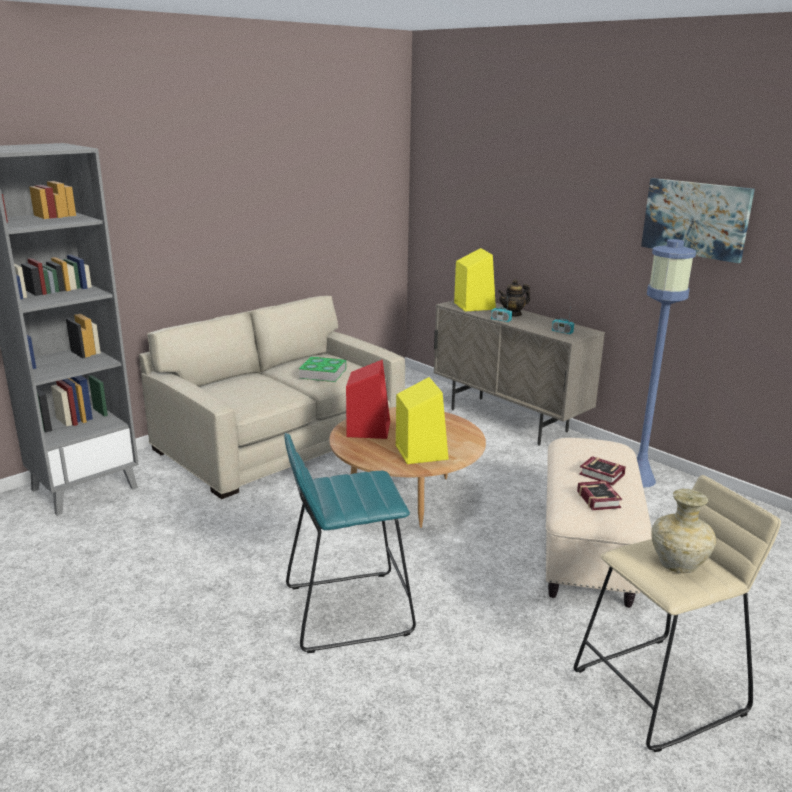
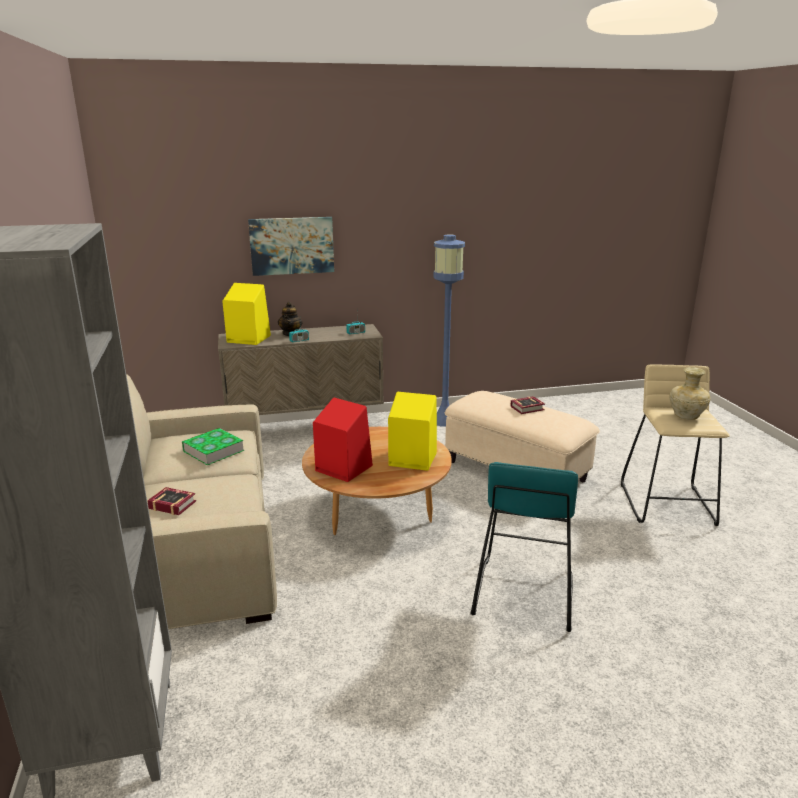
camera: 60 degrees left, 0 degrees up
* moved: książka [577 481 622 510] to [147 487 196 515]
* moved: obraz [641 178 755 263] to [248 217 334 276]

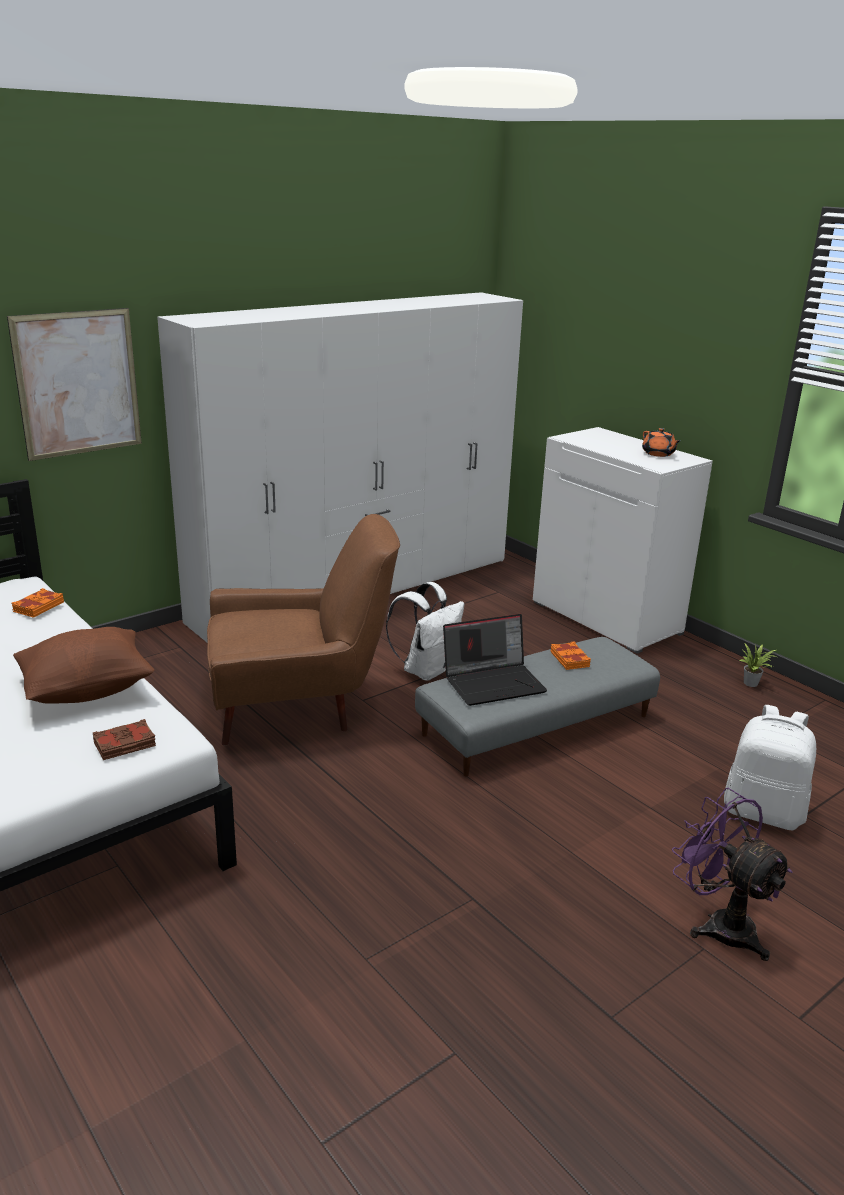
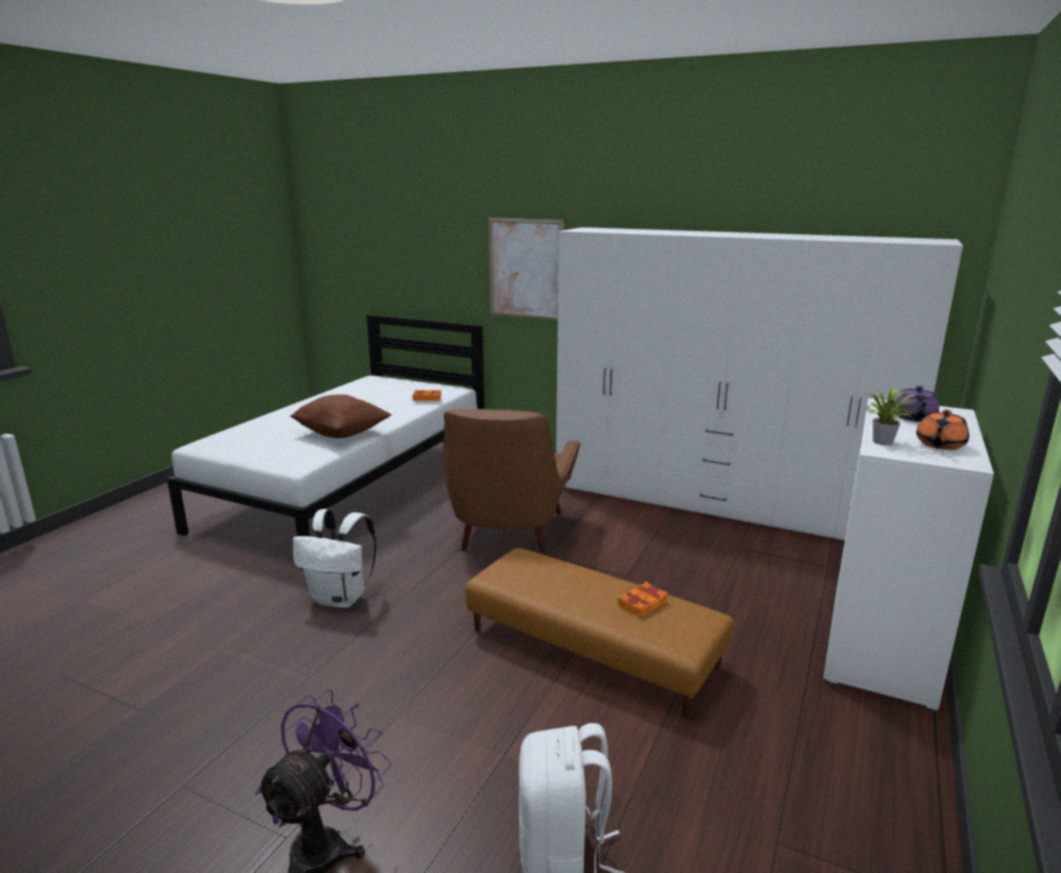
camera: 65 degrees right, 5 degrees down
* removed: książka/brązowy [92 719 156 760]
* removed: laptop [443 614 547 706]
* added: imbryk/fioletowy [892 386 939 422]
* moved: plecak/biały [386 582 464 681] to [293 509 377 608]
* moved: roślina doniczkowa [739 643 776 687] to [868 386 918 445]
* recoloured: pufa/szary [415 637 660 776] to pufa/brązowy [466 548 734 718]
* turned: fotel/brązowy [207 514 400 746] = [443 409 581 555] 45 degrees clockwise

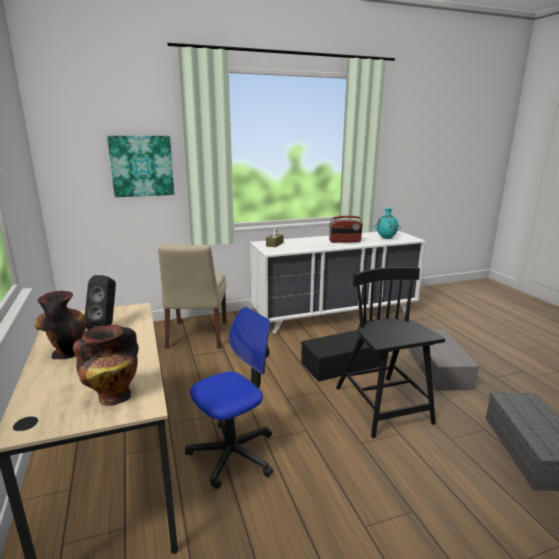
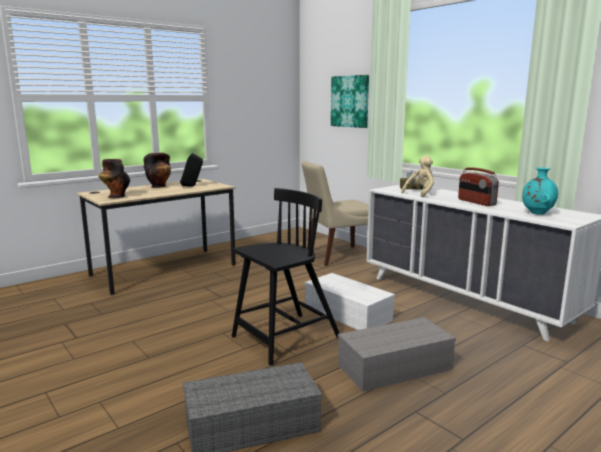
camera: 70 degrees right, 5 degrees down
* removed: krzesło biurowe [185 307 273 489]
* added: pluszak/beżowy [401 156 434 197]
* recoloured: pojemnik do przechowywania/czarny [301 330 381 382] to pojemnik do przechowywania/biały [304 273 395 330]

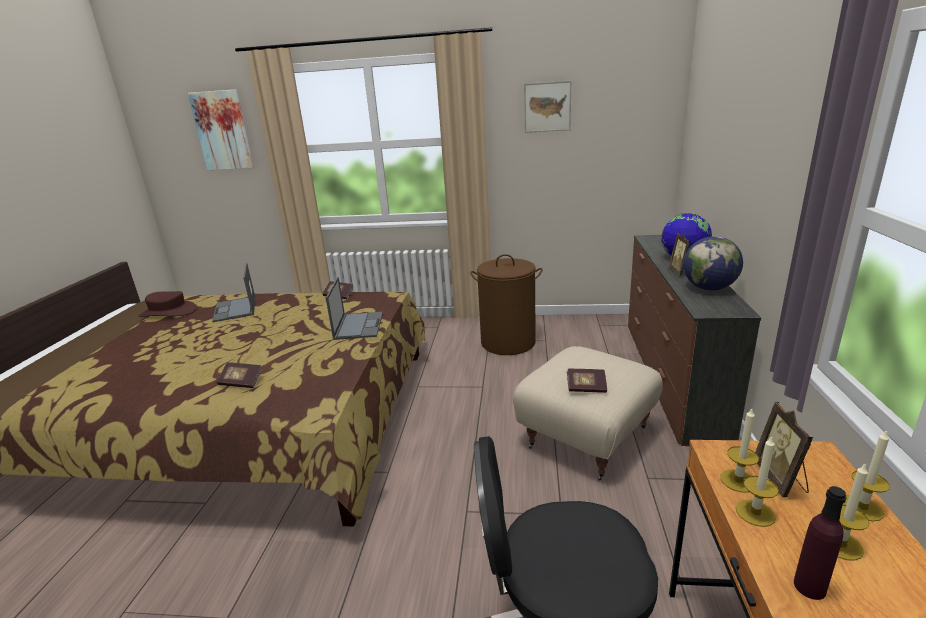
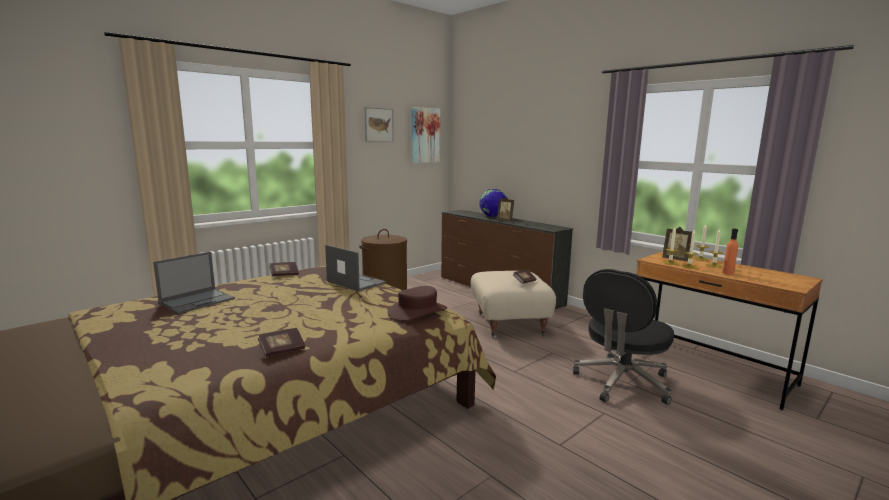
camera: 50 degrees left, 10 degrees down
* removed: globus [683 236 743 291]
* moved: kapelusz/brązowy [139 291 197 317] to [388 286 447 321]
* moved: obraz [188 89 254 170] to [411 107 440 163]
* moved: książka [217 362 262 388] to [258 328 305 357]
* recoloured: butelka/fioletowy [794 486 847 600] to butelka/pomarańczowy [722 229 738 275]
* turned: laptop [212 263 255 322] = [153 252 235 314] 75 degrees counterclockwise

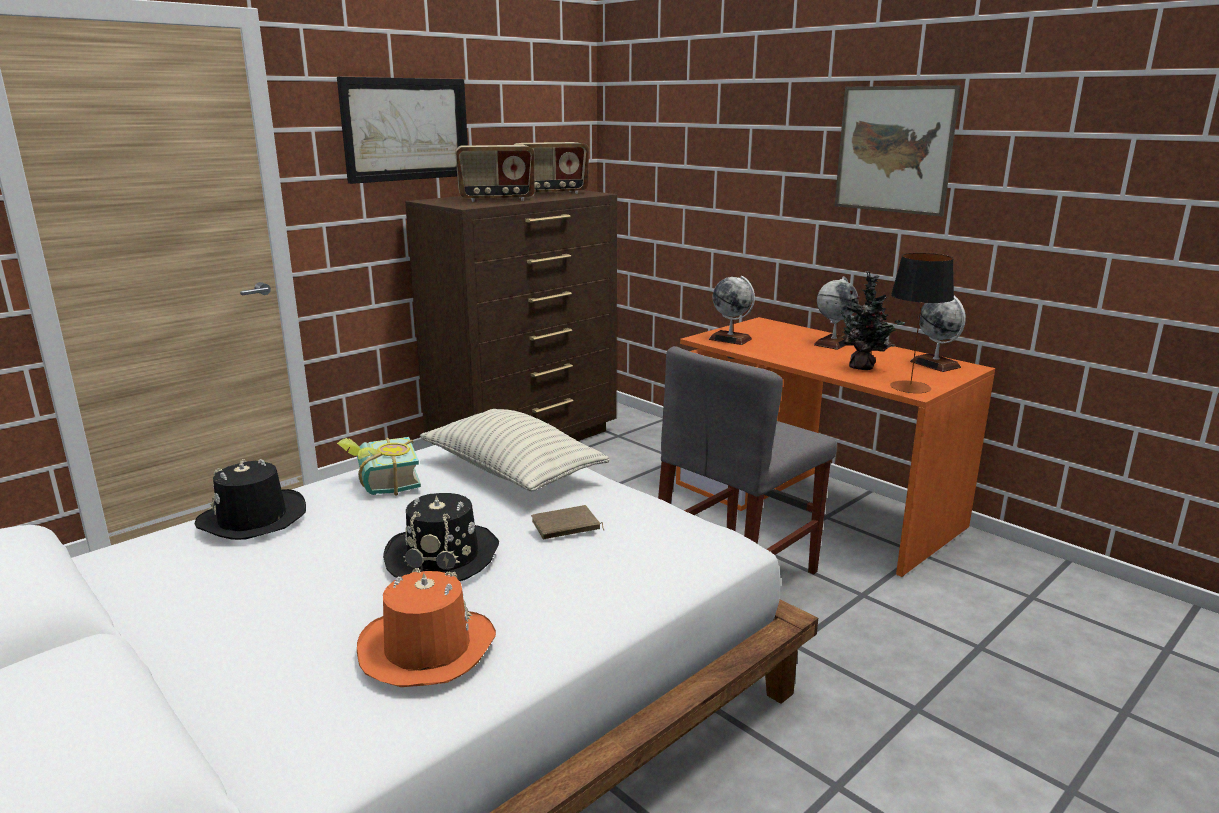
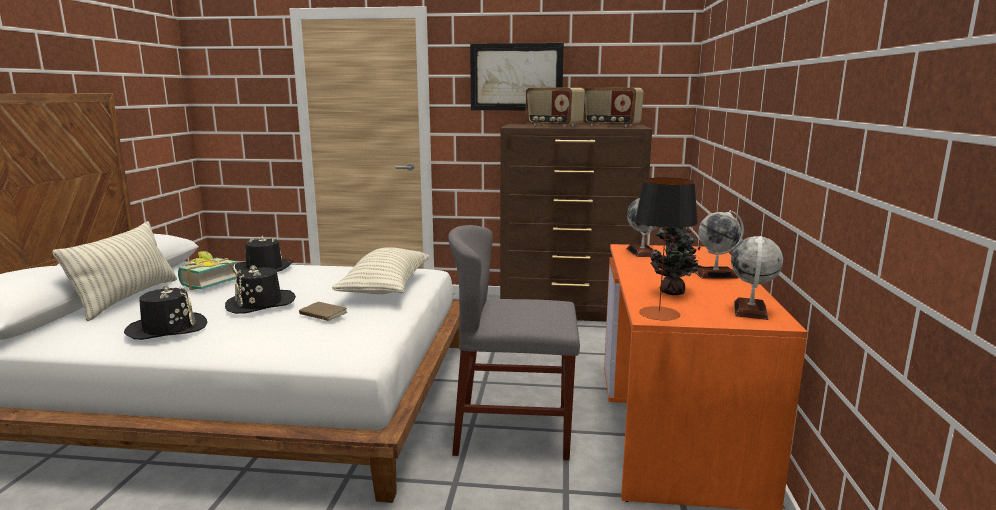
camera: 50 degrees right, 5 degrees down
* removed: obraz [835 85 961 216]
* added: poduszka [52 221 177 321]
* moved: książka [337 437 421 496] to [178 251 236 290]
* recoloured: kapelusz/pomarańczowy [357 568 496 687] to kapelusz/czarny [124 285 208 340]

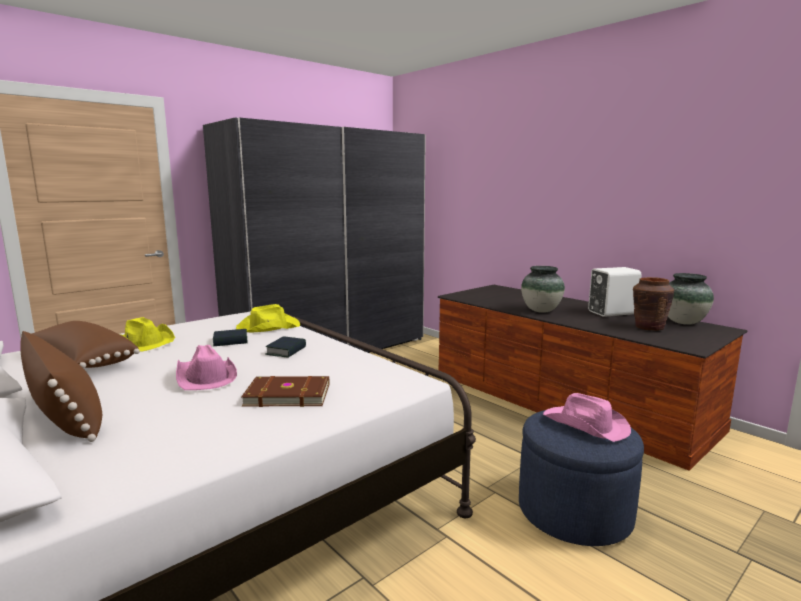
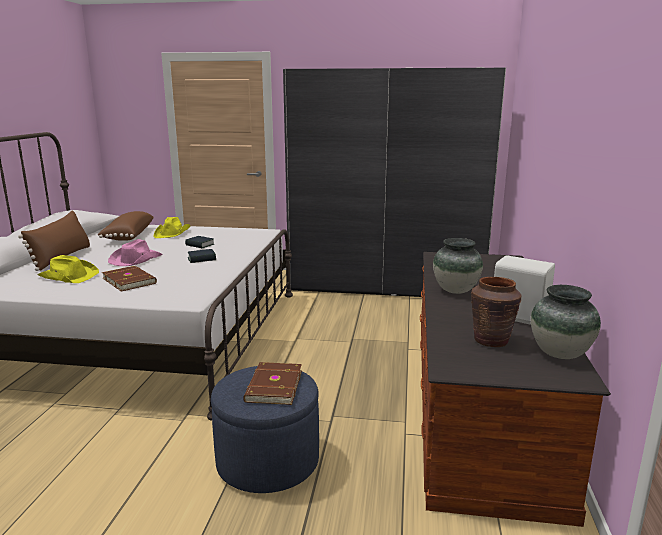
camera: 50 degrees right, 5 degrees up
* moved: kapelusz/żółty [236 304 300 332] to [37 255 99 283]
* replaced: kapelusz/różowy [543 393 631 442] to książka/brązowy [243 362 302 405]

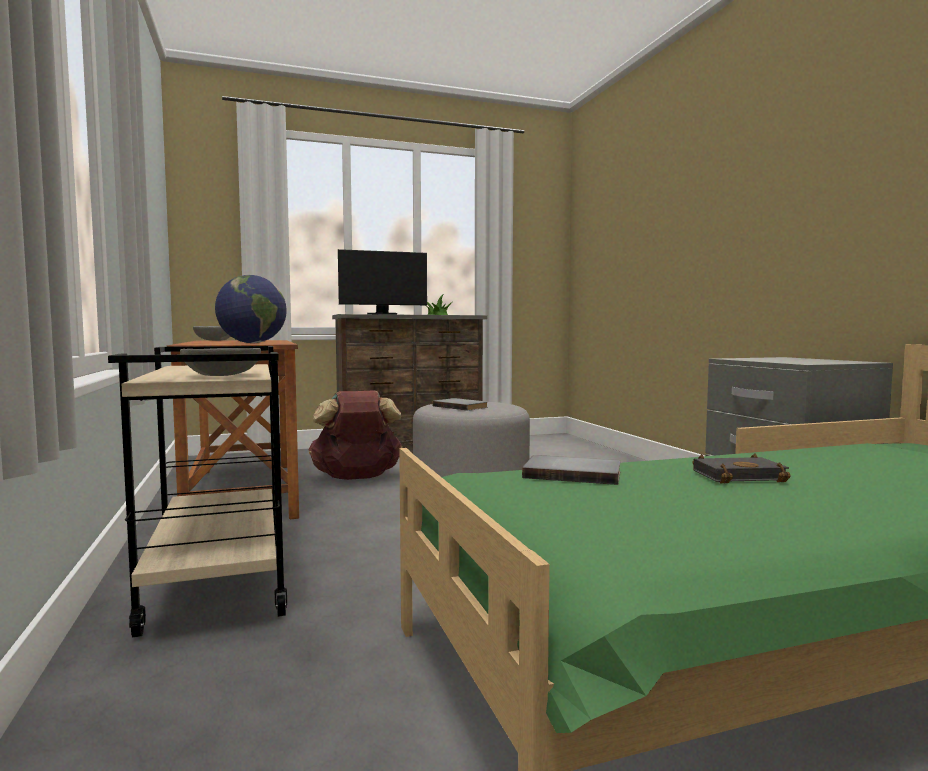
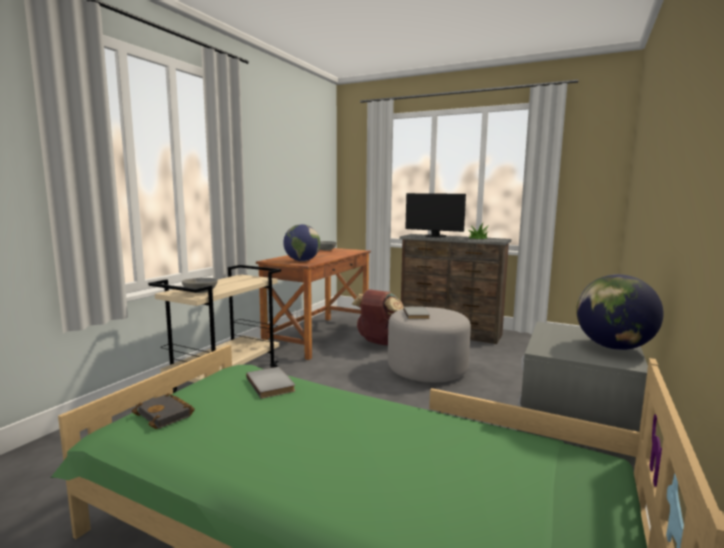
camera: 45 degrees right, 5 degrees up
* added: globus [576 274 663 350]
* moved: książka/czarny [693 453 791 483] to [132 393 195 429]

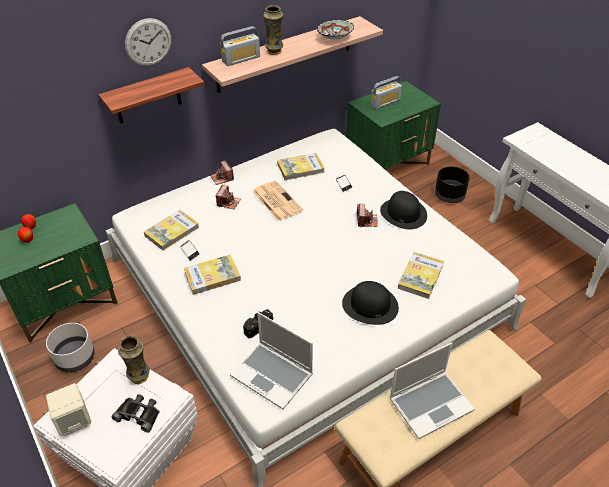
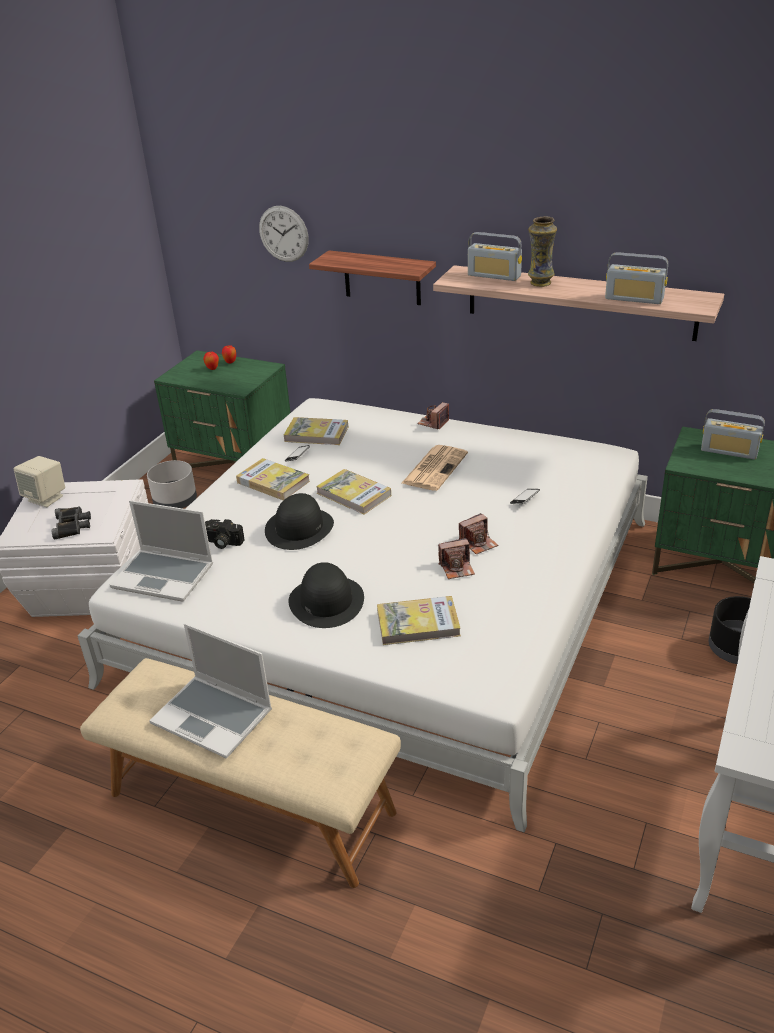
camera: 60 degrees right, 10 degrees down
* removed: wazon [118 335 150 384]
* moved: zegar ścienny [125 18 172 66] to [259 206 309 262]
* moved: aparat fotograficzny [216 185 241 209] to [438 538 475 579]
* moved: książka [277 153 325 180] to [316 469 391 514]
* moved: kapelusz/czarny [380 191 427 229] to [265 493 334 550]
* replaced: miska [317 20 354 40] to radio [605 252 668 304]
* turned: laptop [230 312 313 409] = [110 500 213 602] 75 degrees counterclockwise

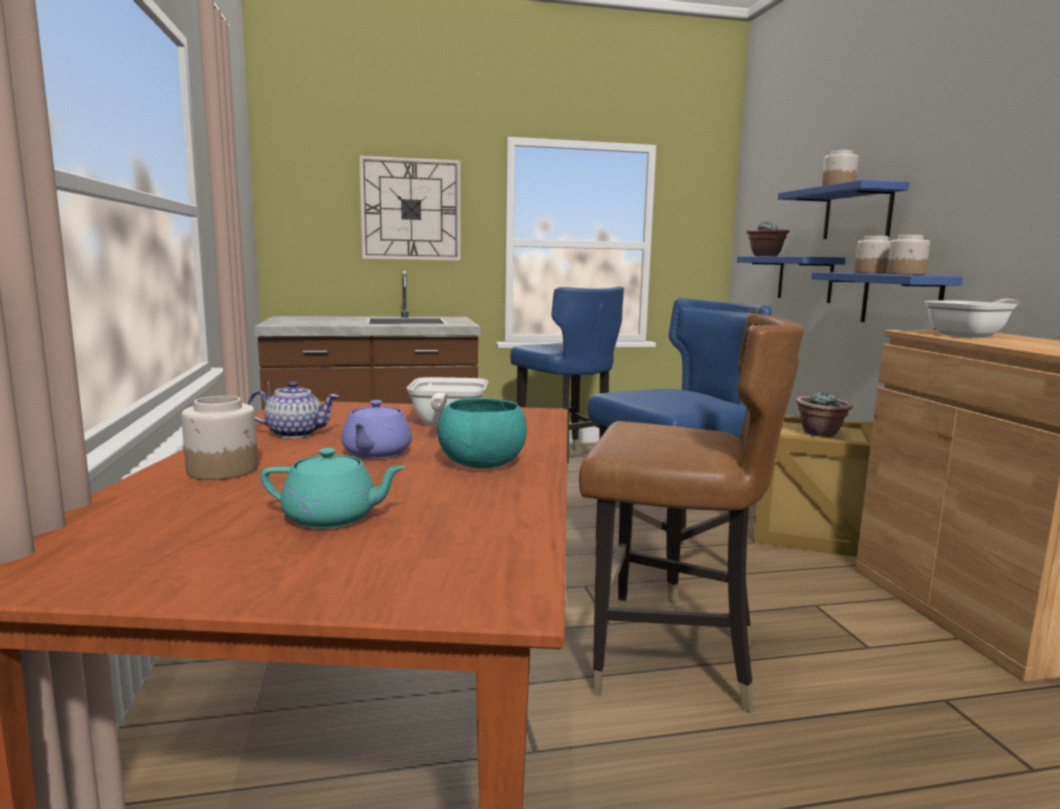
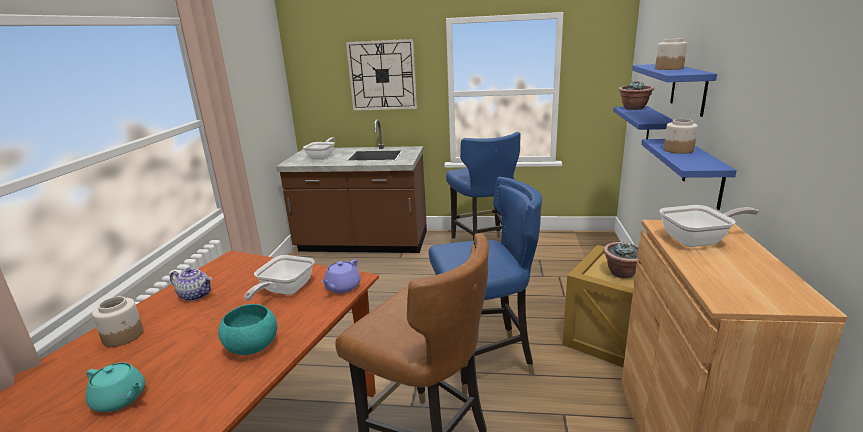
camera: 20 degrees right, 10 degrees up
* removed: słoik [887 235 930 275]
* added: patelnia [303 138 335 159]
* moved: imbryk/fioletowy [341 400 412 459] to [321 259 360 293]

